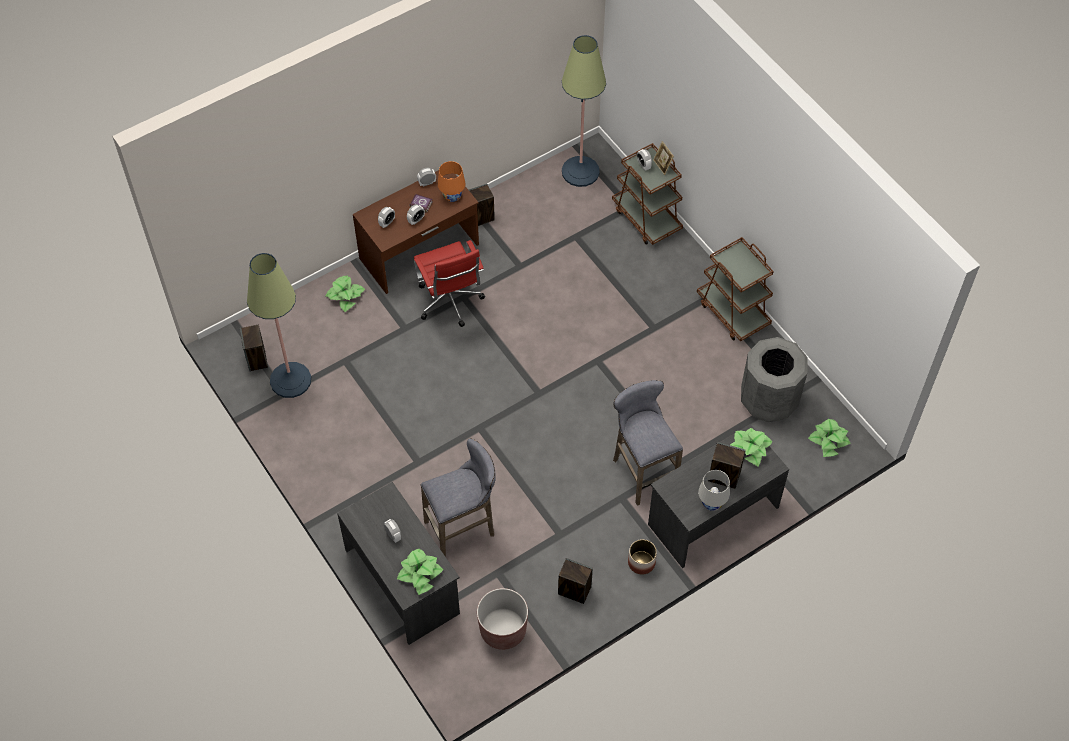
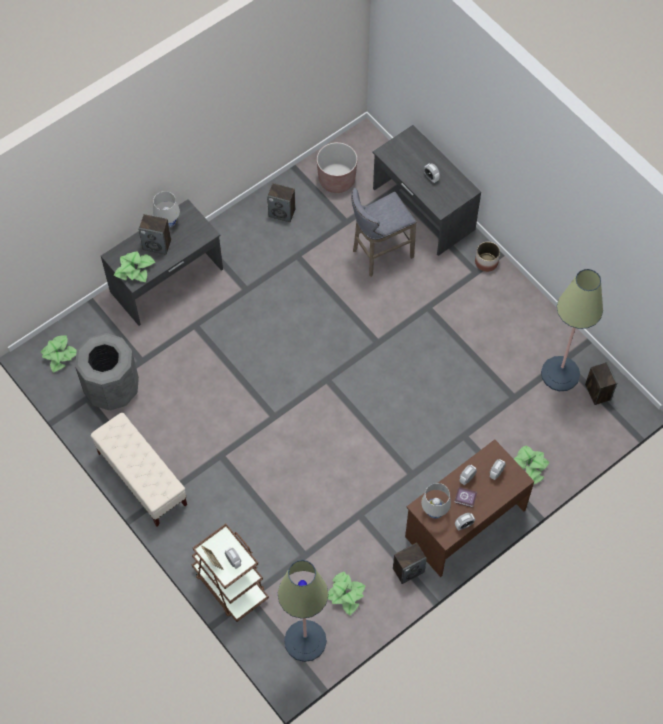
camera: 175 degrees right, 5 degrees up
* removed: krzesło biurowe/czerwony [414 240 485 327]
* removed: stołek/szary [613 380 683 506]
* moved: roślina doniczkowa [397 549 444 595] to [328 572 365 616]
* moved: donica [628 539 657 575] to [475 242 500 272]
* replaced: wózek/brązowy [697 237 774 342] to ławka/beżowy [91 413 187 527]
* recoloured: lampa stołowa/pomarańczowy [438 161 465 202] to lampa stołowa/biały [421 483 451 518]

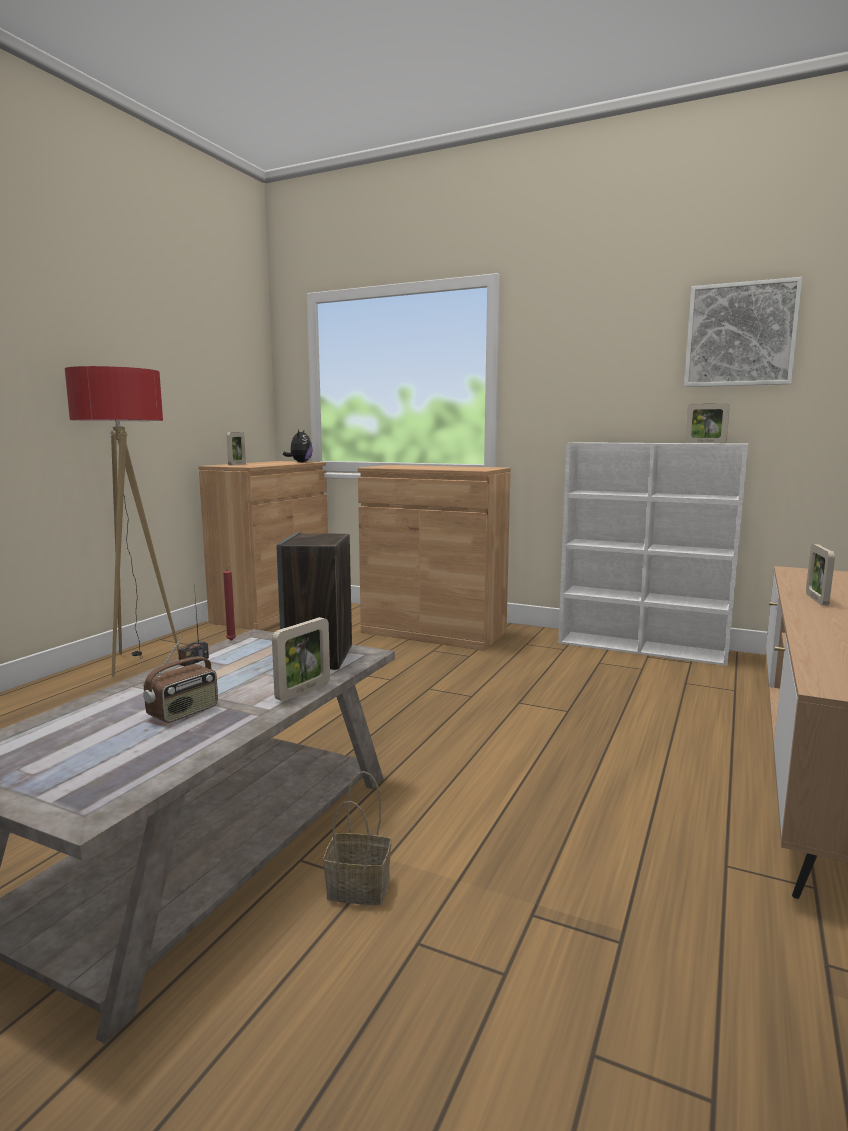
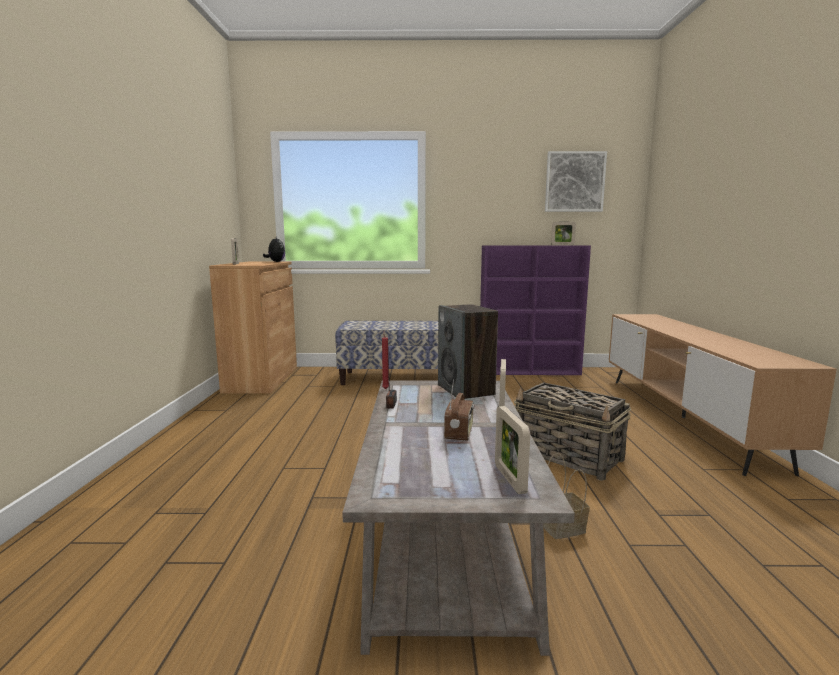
camera: 25 degrees left, 0 degrees up
* removed: lampa stojąca [65 366 180 676]
* added: koszyk [514 382 631 481]
* moved: ramka na zdjęcie [806 544 835 606] to [495 406 530 494]
* replaced: szafka/brązowy [358 465 511 651] to ławka [335 321 438 385]
* recoloured: regał/biały [558 442 748 666] to regał/fioletowy [480 245 591 375]

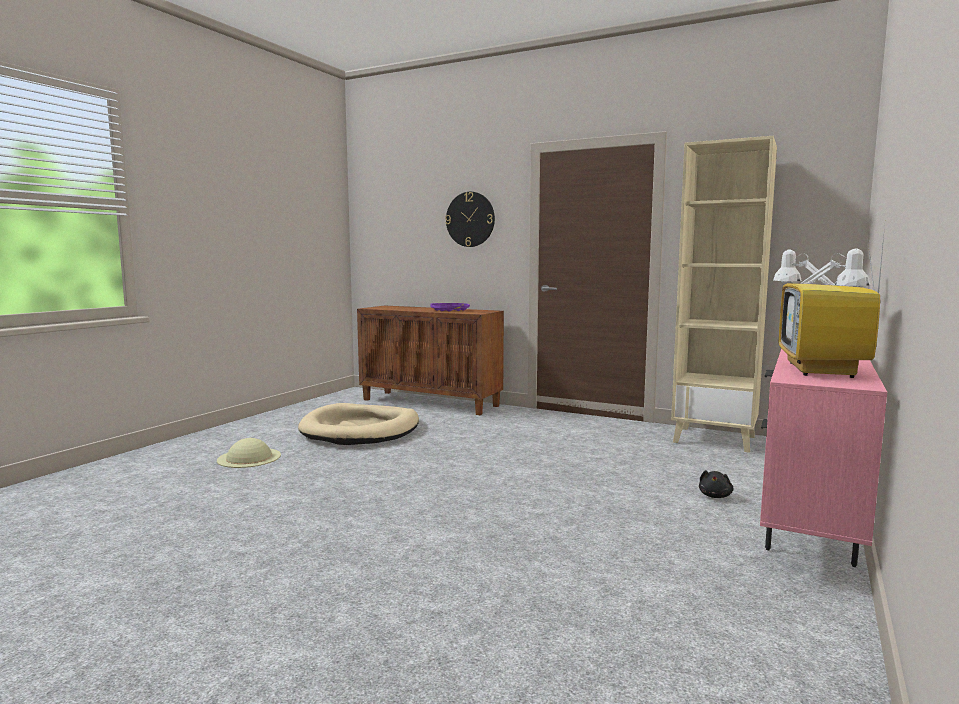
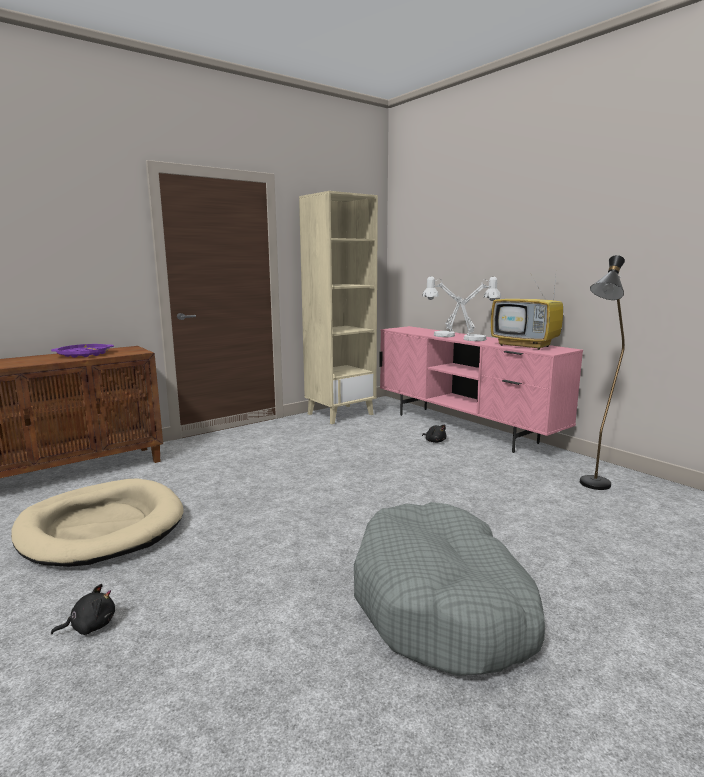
camera: 65 degrees left, 5 degrees up
* removed: zegar ścienny [445 192 495 247]
* added: legowisko/szary [354 502 545 676]
* added: lampa stojąca/czarny [580 255 625 490]
* replaced: kapelusz/beżowy [217 438 281 468] to pluszak/czarny [51 584 115 635]

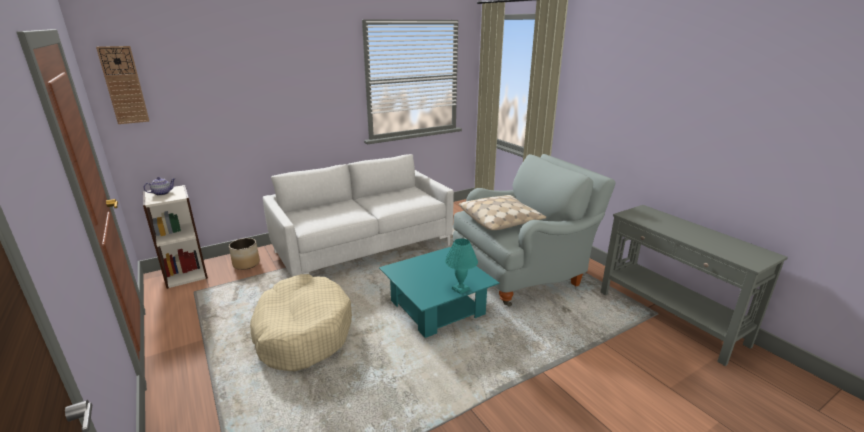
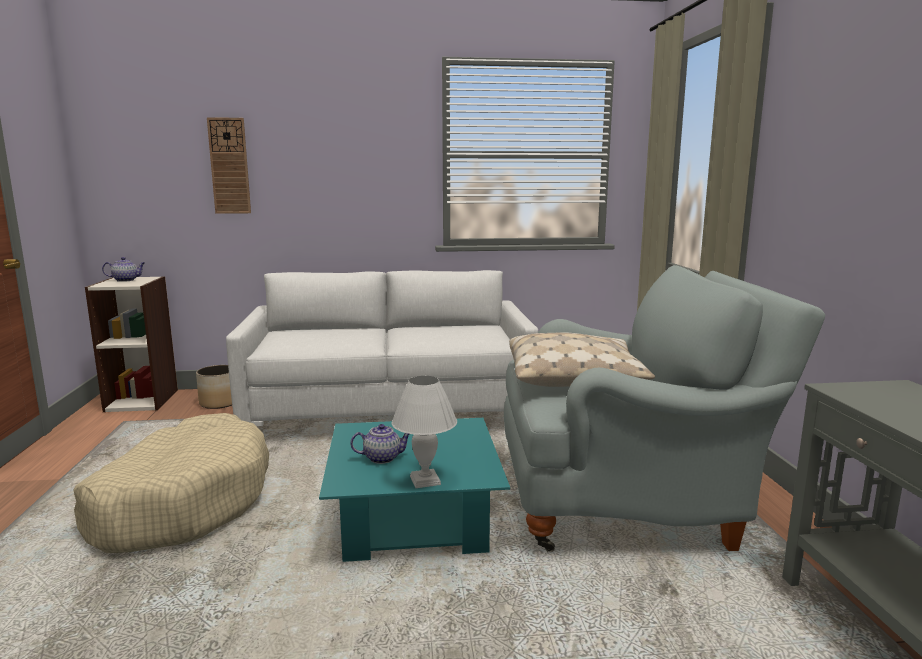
camera: 25 degrees right, 10 degrees down
* added: imbryk [350 424 409 464]
* moved: zegar ścienny [96 46 150 124] to [207 117 251 214]
* recoloured: lampa stołowa/turkusowy [445 238 478 294] to lampa stołowa/biały [392 376 457 488]

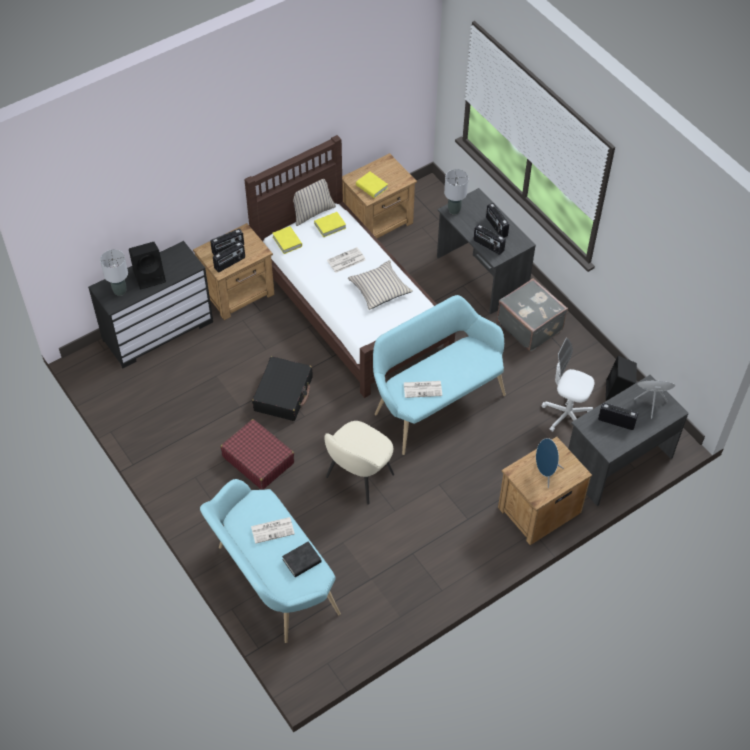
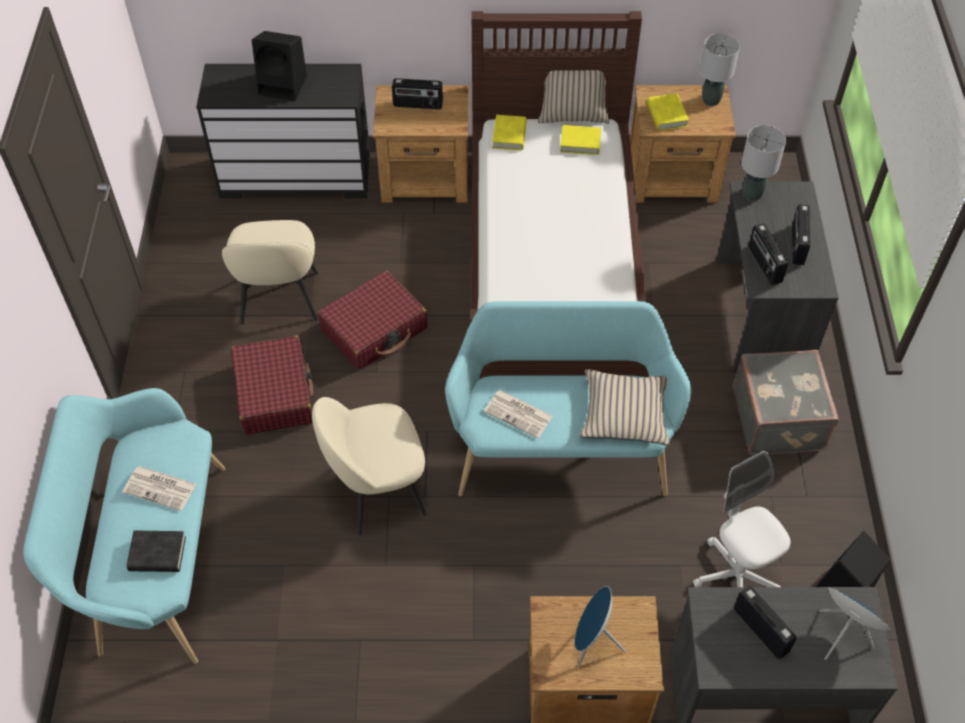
camera: 35 degrees right, 0 degrees up
* removed: radio [213 242 245 272]
* removed: gazeta [327 247 365 273]
* added: krzesło/beżowy [222 220 318 325]
* moved: lampa stołowa/szary [100 249 128 296] to [700 33 740 106]
* moved: poduszka/beżowy [348 260 413 310] to [580 369 670 445]
* recoloured: walizka/czarny [252 356 313 421] to walizka/czerwony [318 271 428 370]

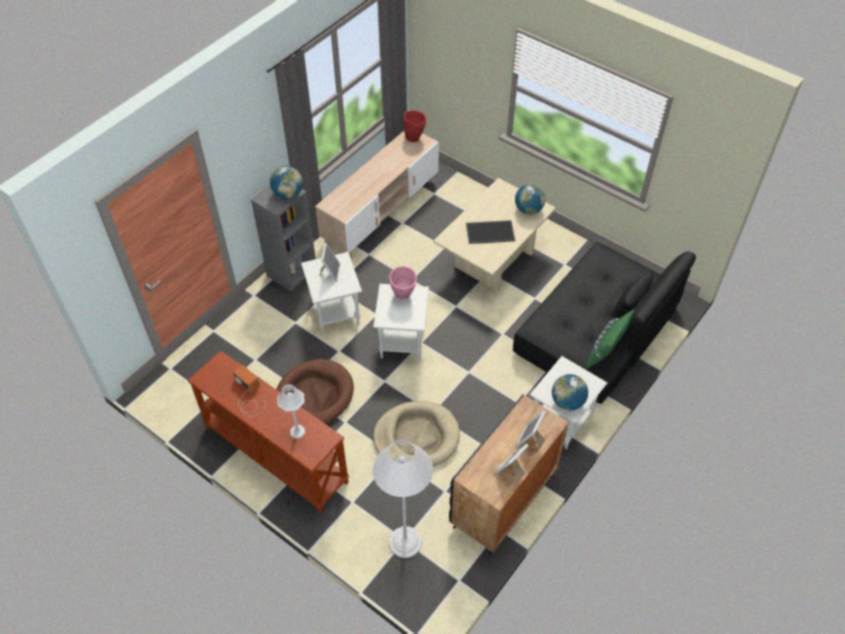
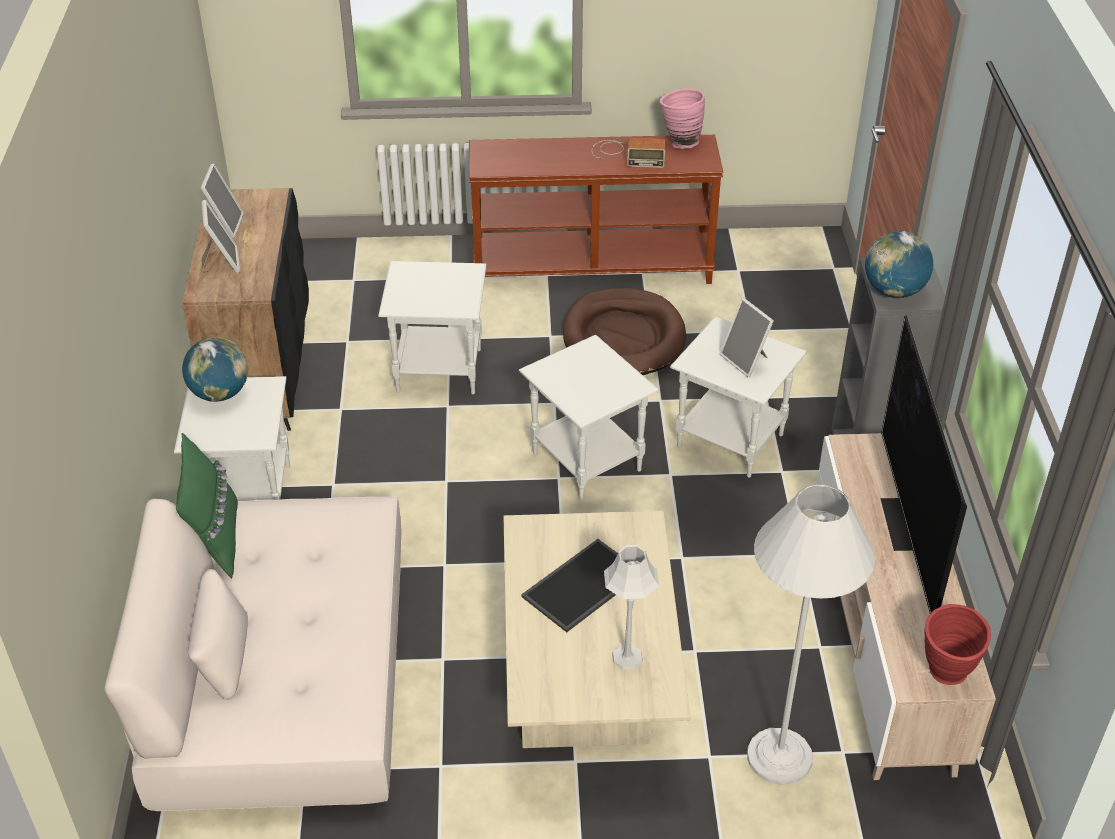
camera: 140 degrees right, 10 degrees down
* removed: globus [515 184 546 214]
* added: telewizor [880 315 967 613]
* moved: lampa stołowa/szary [277 384 305 438] to [604 545 659 669]
* moved: lampa stojąca/biały [373 440 433 558] to [747 484 875 785]
* moved: wazon/różowy [389 266 417 300] to [660 89 705 149]
* replaced: legowisko/beżowy [373 401 460 466] to stolik/biały [378 261 486 394]
* recoloured: kanapa/czarny [513 241 696 404] to kanapa/beżowy [105 496 402 811]

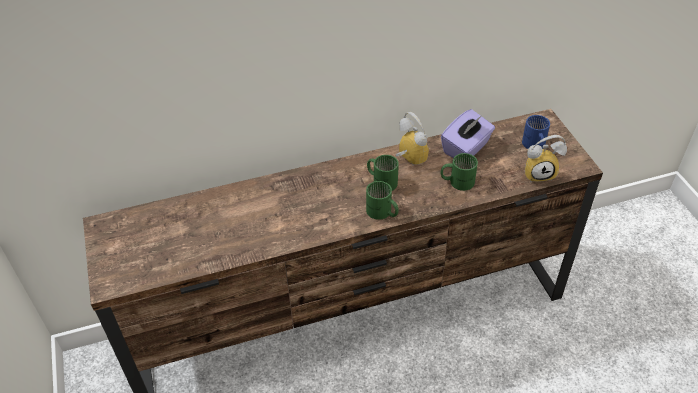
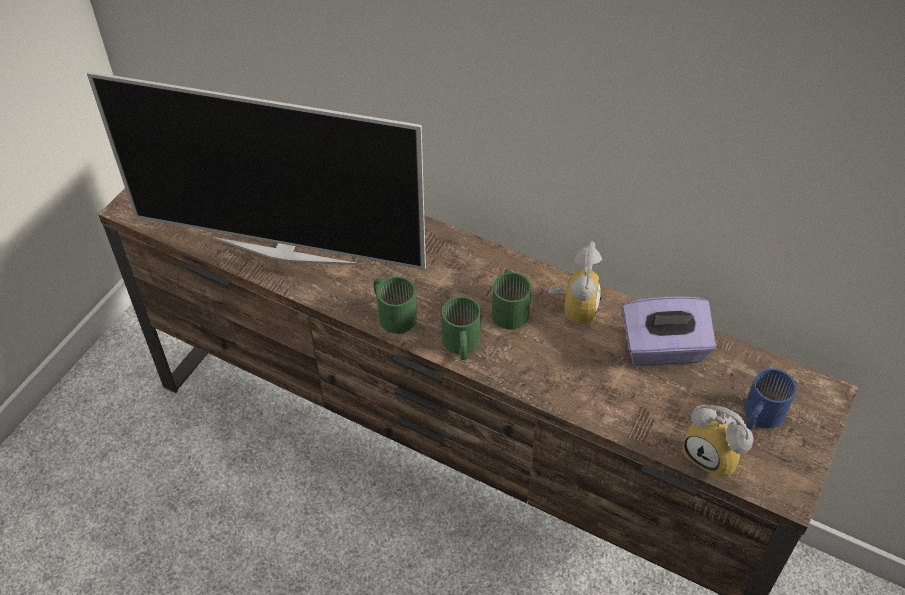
camera: 45 degrees right, 5 degrees up
* added: telewizor [87 71 426 269]
* moved: kubek/zielony [441 153 478 191] to [374 276 417 334]

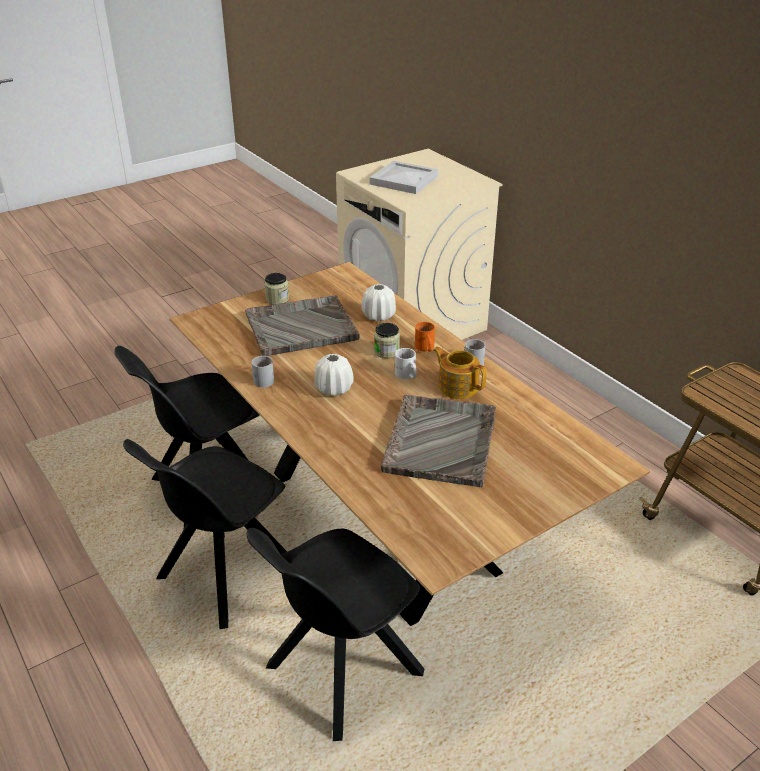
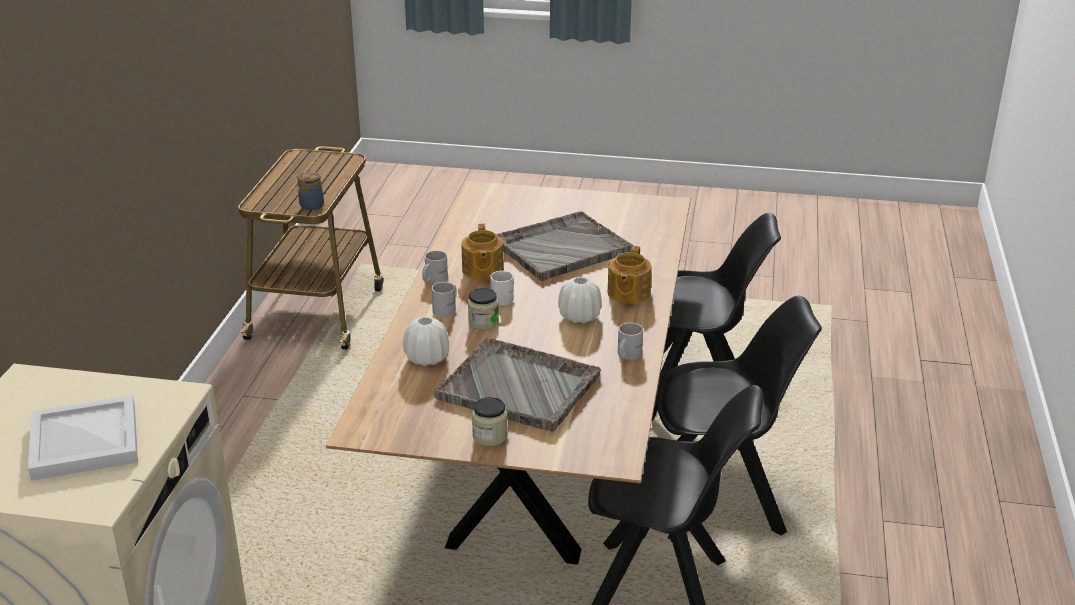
camera: 135 degrees left, 5 degrees down
* added: słoik [297 172 324 210]
* added: imbryk [608 246 652 304]
* recoloured: kubek/pomarańczowy [415 322 435 352] to kubek/biały [432 282 457 317]

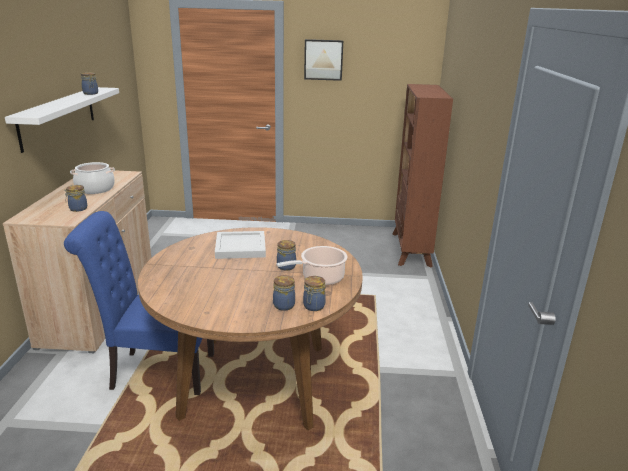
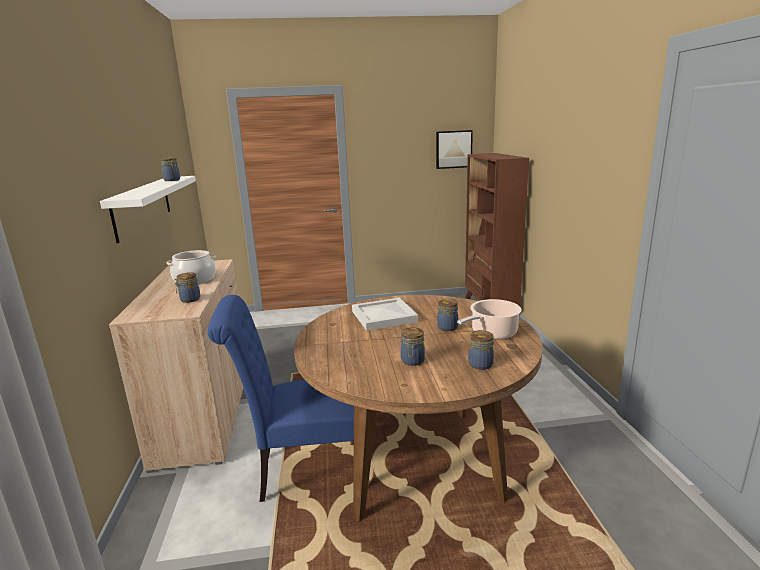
camera: 10 degrees left, 5 degrees down
* moved: słoik [303 276 326 311] to [401 327 425 366]
* moved: obraz [304 39 343 81] to [436 130 473 169]

